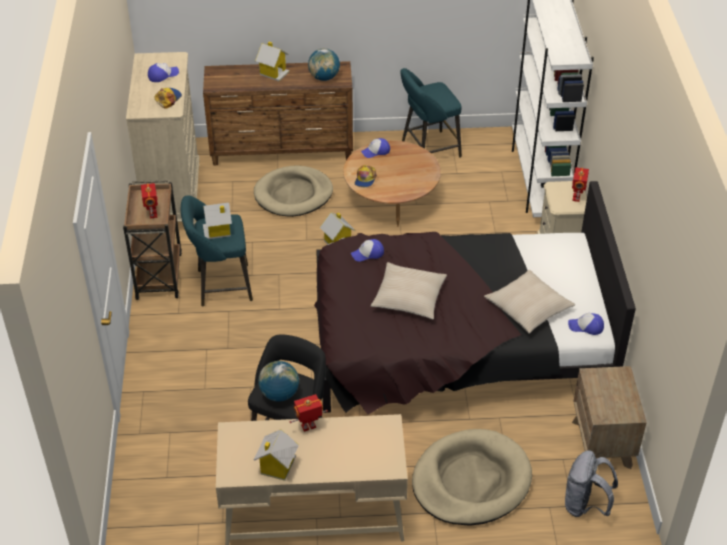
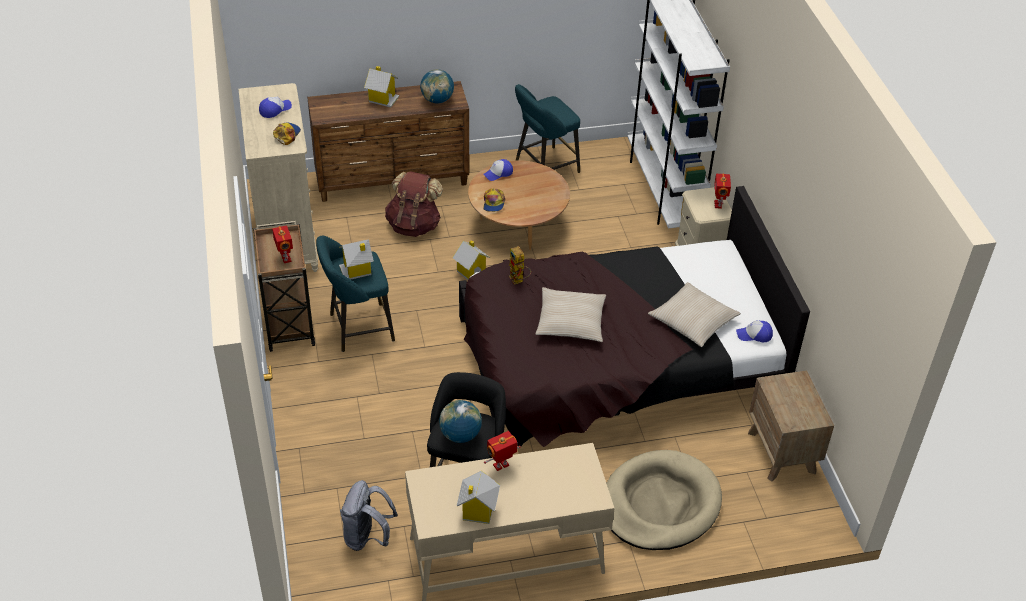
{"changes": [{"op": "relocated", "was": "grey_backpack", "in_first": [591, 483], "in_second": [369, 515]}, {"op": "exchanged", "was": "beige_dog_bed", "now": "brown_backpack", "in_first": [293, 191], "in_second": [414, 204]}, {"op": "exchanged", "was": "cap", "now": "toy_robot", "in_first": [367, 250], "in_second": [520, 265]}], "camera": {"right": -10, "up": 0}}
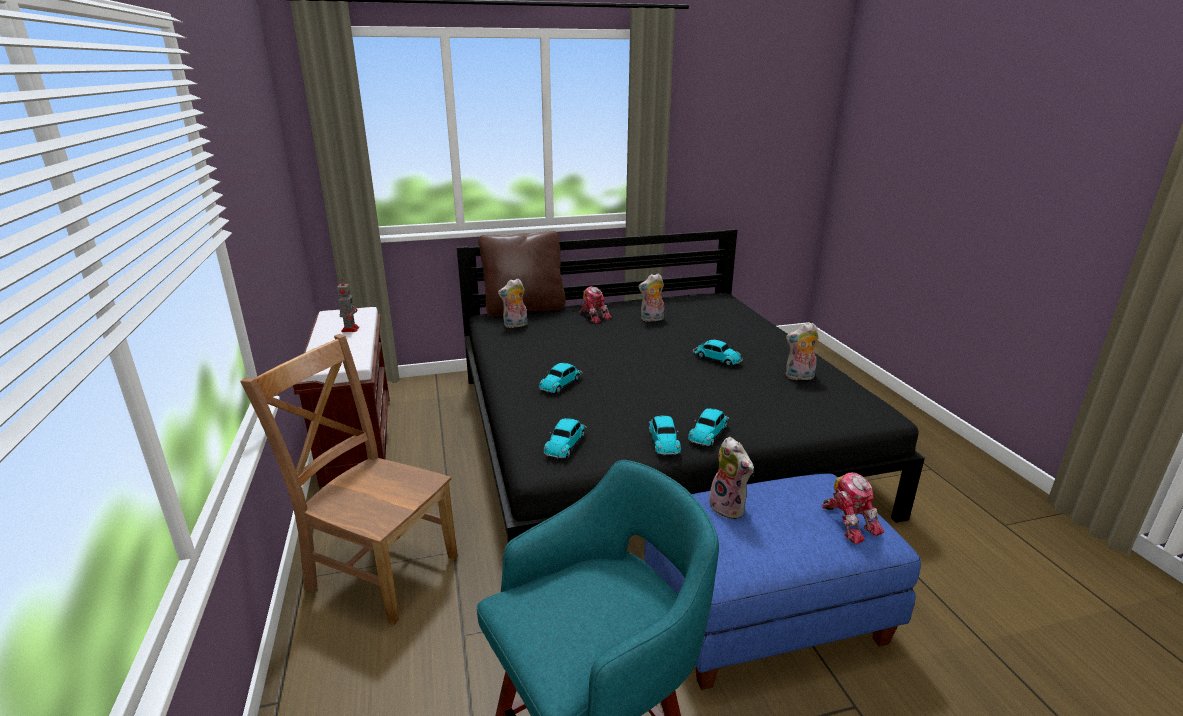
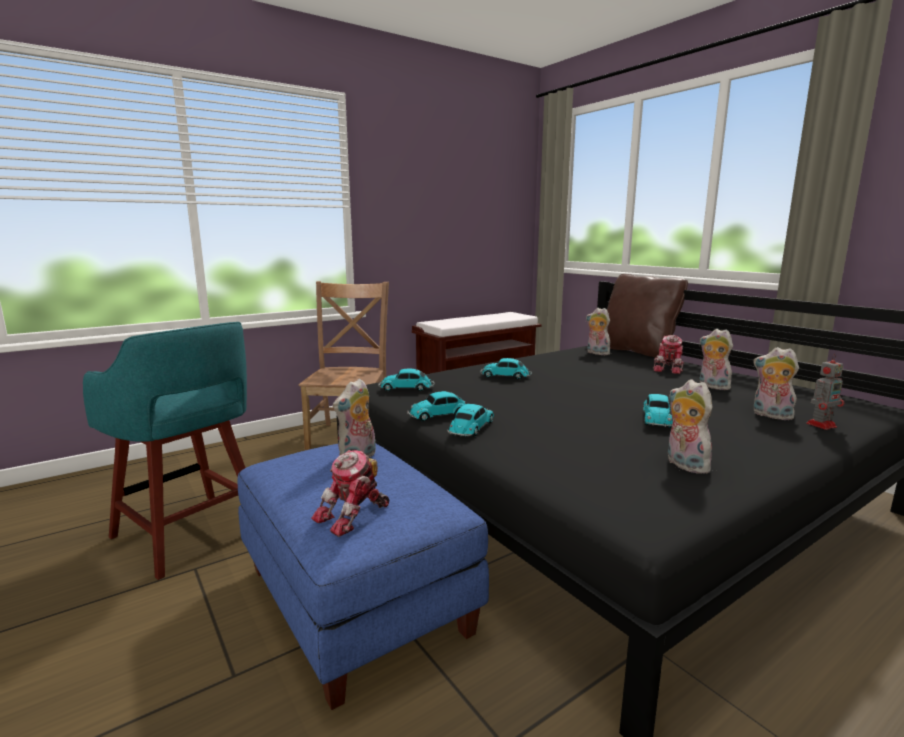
{"changes": [{"op": "appeared", "now": "plush_toy", "in_second": [776, 383]}, {"op": "relocated", "was": "toy_robot", "in_first": [348, 305], "in_second": [825, 392]}, {"op": "spun", "was": "toy_car", "in_first": [708, 427], "in_second": [470, 420], "clockwise": 105}], "camera": {"right": 70, "up": -10}}
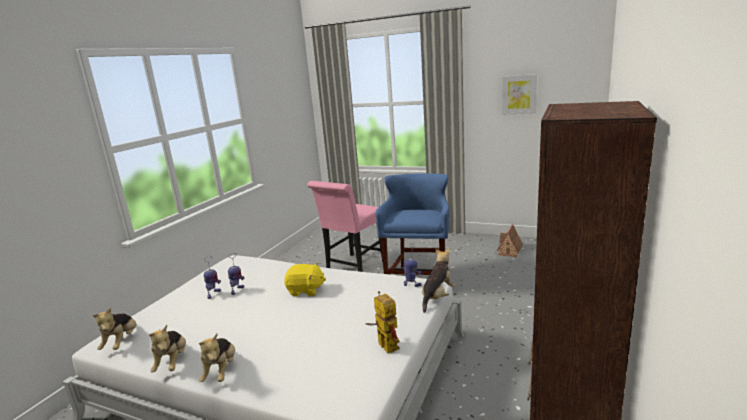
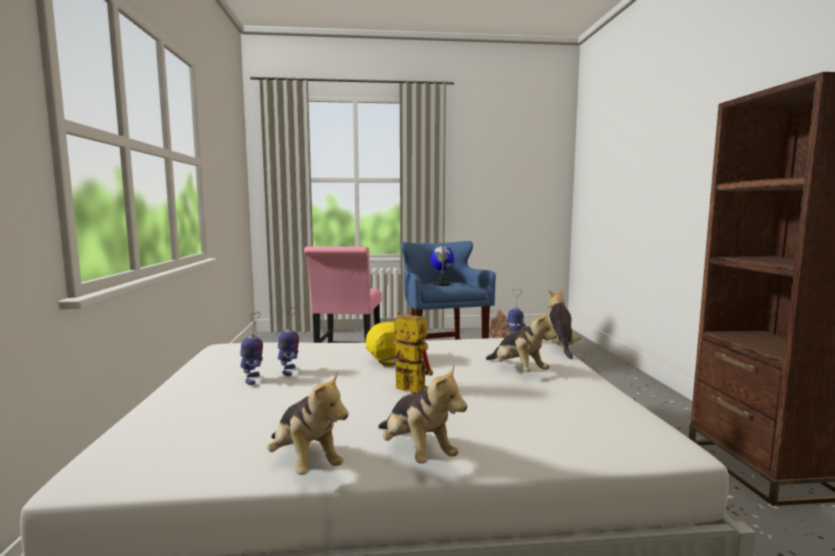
{"changes": [{"op": "missing", "was": "picture", "in_first": [519, 94]}, {"op": "appeared", "now": "globe", "in_second": [442, 265]}, {"op": "relocated", "was": "plush_toy", "in_first": [114, 328], "in_second": [521, 341]}, {"op": "relocated", "was": "toy_robot", "in_first": [382, 322], "in_second": [406, 352]}], "camera": {"right": -30, "up": -10}}
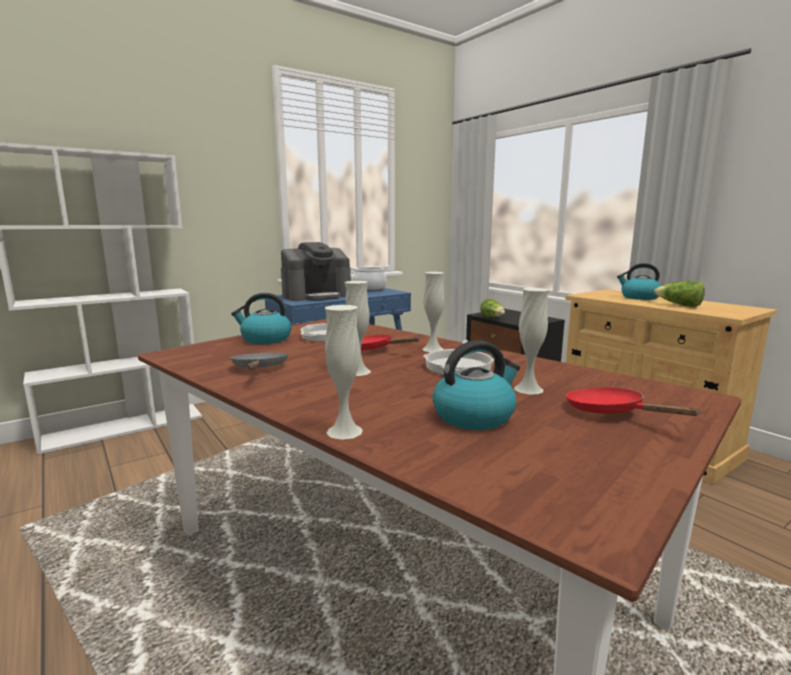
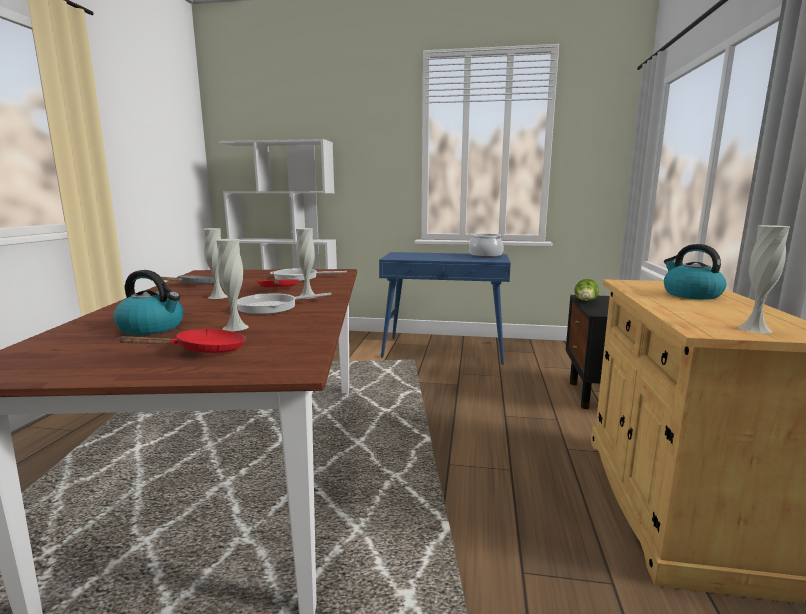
{"changes": [{"op": "missing", "was": "kettle", "in_first": [261, 318]}, {"op": "missing", "was": "coffee_machine", "in_first": [316, 271]}, {"op": "missing", "was": "lettuce", "in_first": [679, 294]}, {"op": "relocated", "was": "white_vase", "in_first": [344, 372], "in_second": [763, 279]}, {"op": "spun", "was": "red_frying_pan", "in_first": [633, 401], "in_second": [181, 341], "clockwise": 45}], "camera": {"right": 45, "up": 0}}
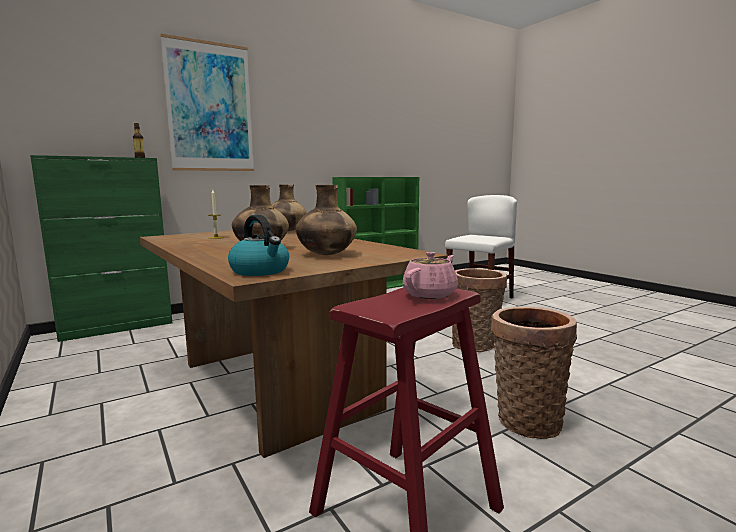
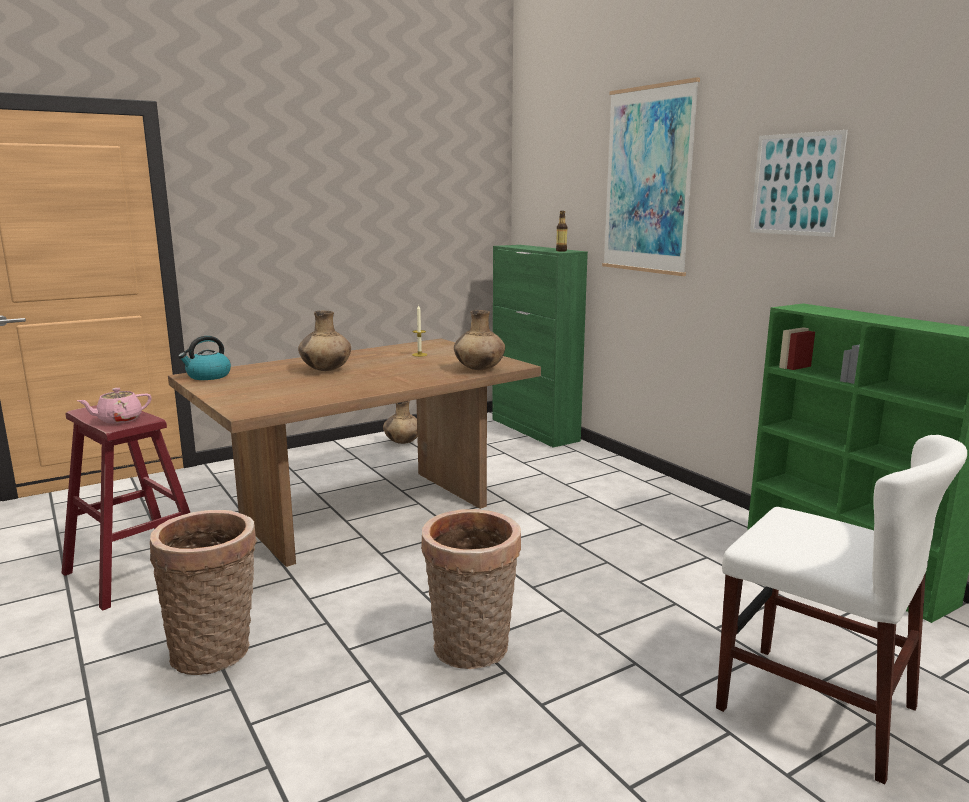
{"changes": [{"op": "appeared", "now": "picture", "in_second": [799, 183]}, {"op": "relocated", "was": "brown_vase", "in_first": [326, 220], "in_second": [400, 422]}, {"op": "spun", "was": "pink_teapot", "in_first": [430, 275], "in_second": [114, 406], "clockwise": 105}], "camera": {"right": 90, "up": 5}}
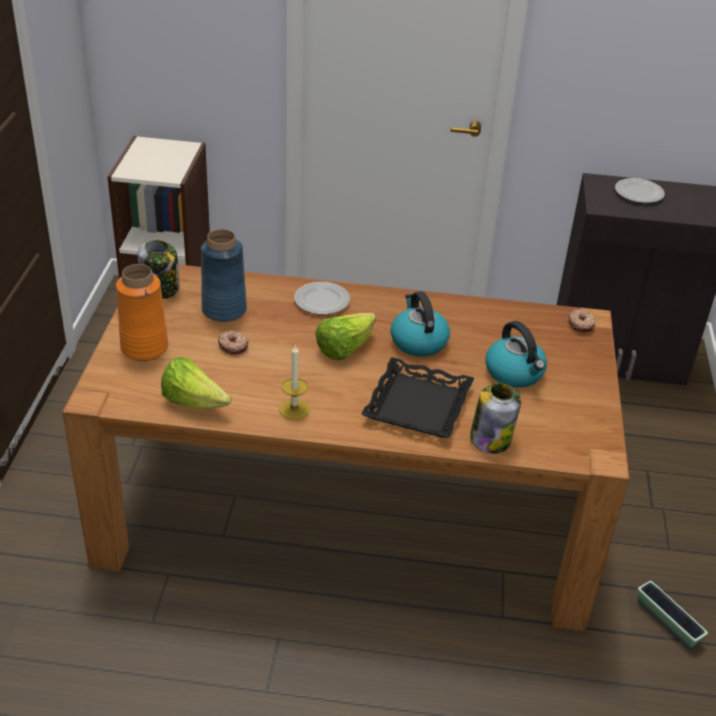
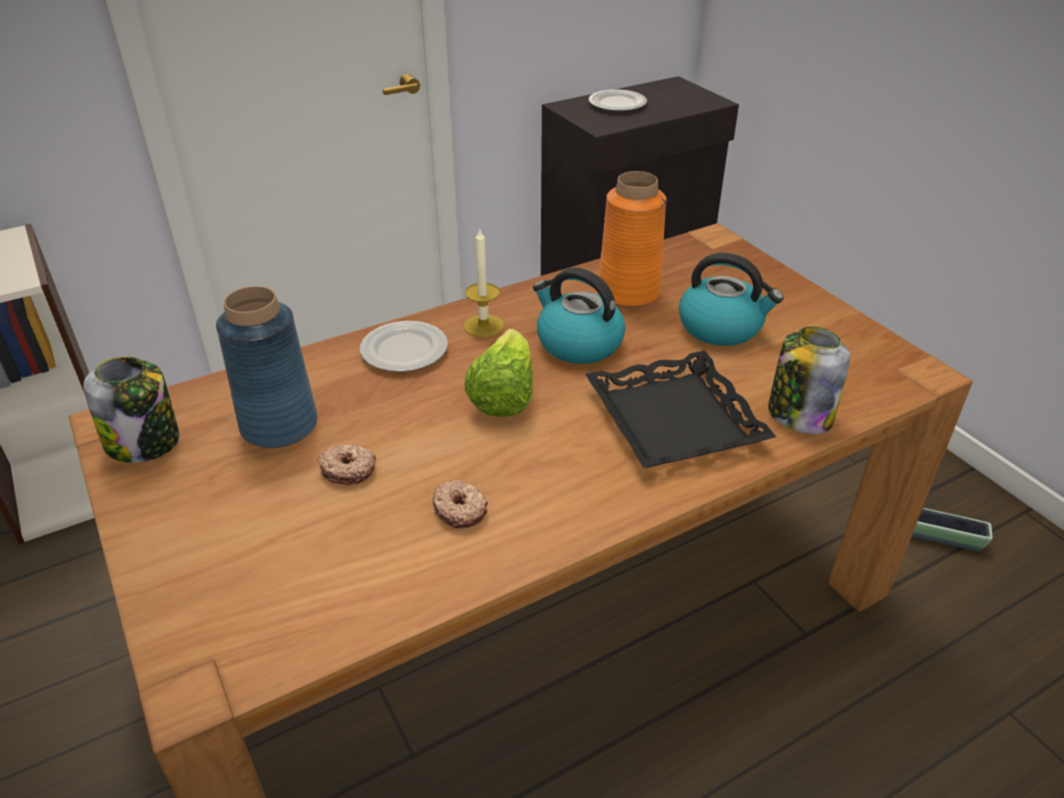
{"changes": [{"op": "missing", "was": "lettuce", "in_first": [196, 383]}, {"op": "relocated", "was": "orange_vase", "in_first": [142, 312], "in_second": [633, 239]}, {"op": "relocated", "was": "candle", "in_first": [294, 382], "in_second": [484, 283]}, {"op": "relocated", "was": "donut", "in_first": [582, 321], "in_second": [460, 504]}], "camera": {"right": -35, "up": 0}}
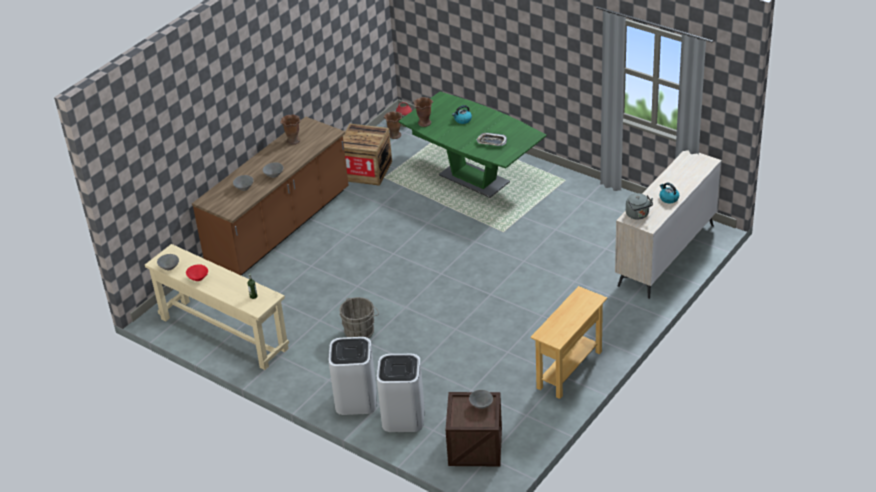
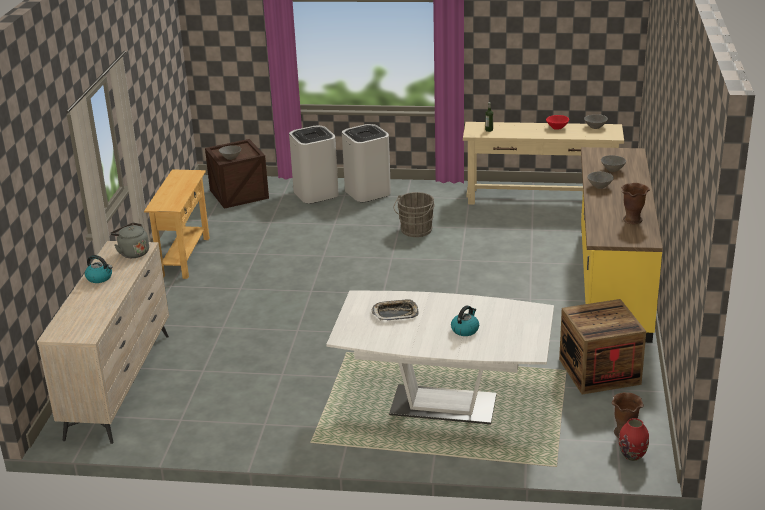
{"changes": [{"op": "missing", "was": "brown_vase", "in_first": [423, 112]}, {"op": "colour", "was": "brown_counter", "now": "yellow_counter", "in_first": [270, 196], "in_second": [622, 245]}, {"op": "colour", "was": "green_dining_table", "now": "white_dining_table", "in_first": [472, 144], "in_second": [440, 357]}], "camera": {"right": 150, "up": -10}}
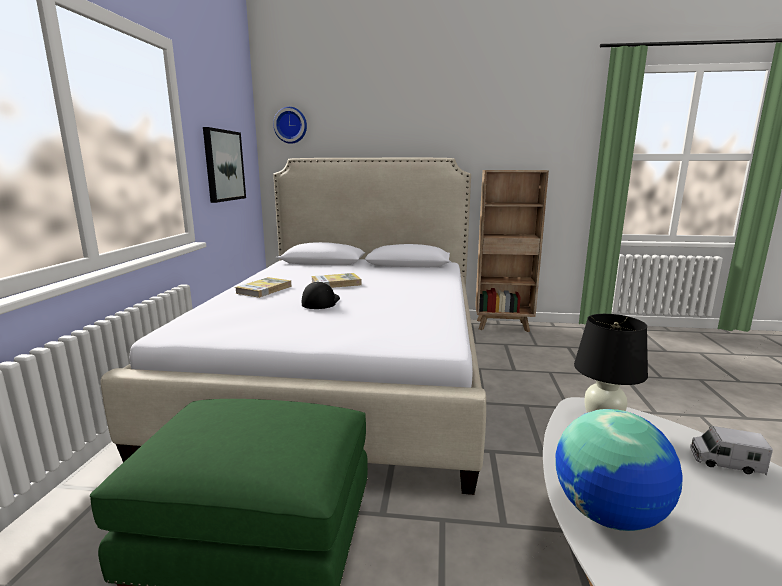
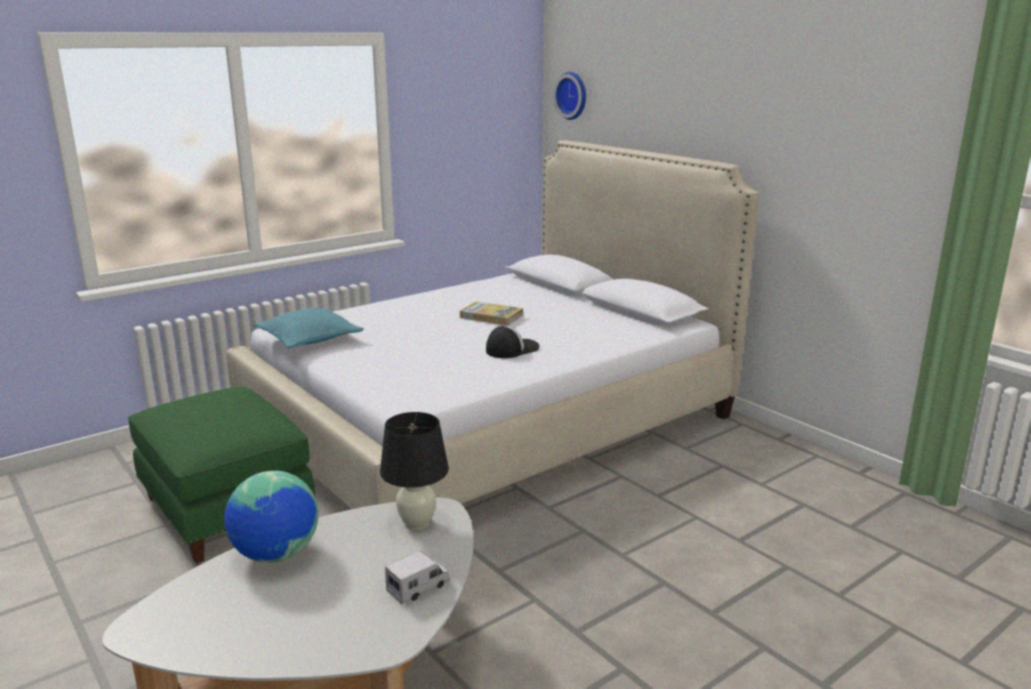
{"changes": [{"op": "missing", "was": "picture", "in_first": [224, 165]}, {"op": "missing", "was": "book", "in_first": [263, 287]}, {"op": "missing", "was": "brown_bookcase", "in_first": [512, 251]}, {"op": "appeared", "now": "turquoise_pillow", "in_second": [308, 328]}, {"op": "relocated", "was": "cap", "in_first": [321, 295], "in_second": [513, 342]}, {"op": "spun", "was": "toy_truck", "in_first": [731, 450], "in_second": [417, 578], "clockwise": 75}], "camera": {"right": 45, "up": 5}}
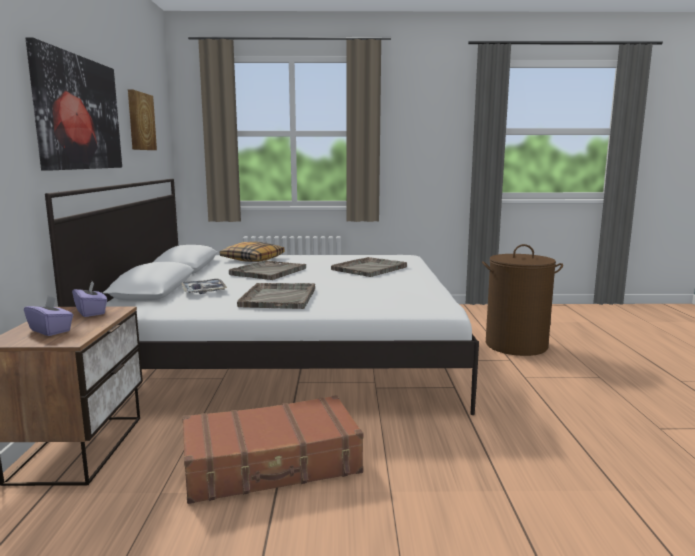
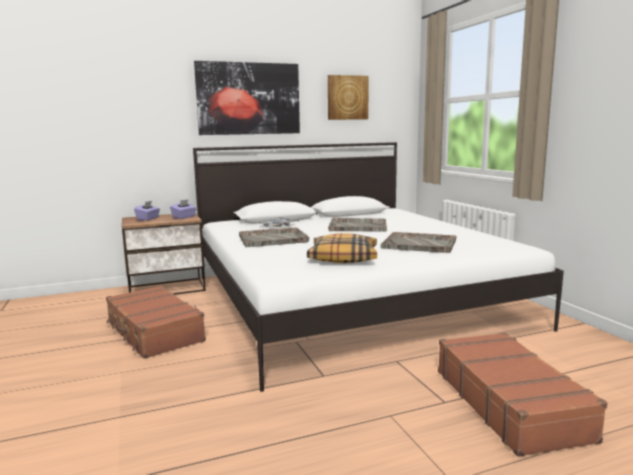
{"changes": [{"op": "relocated", "was": "pillow", "in_first": [252, 252], "in_second": [342, 248]}, {"op": "exchanged", "was": "brown_laundry_basket", "now": "brown_suitcase", "in_first": [522, 300], "in_second": [522, 394]}], "camera": {"right": 70, "up": 0}}
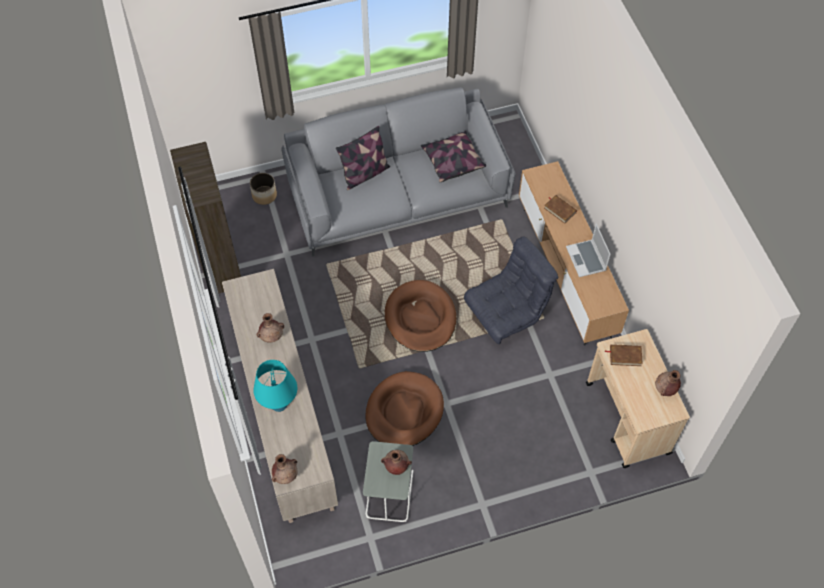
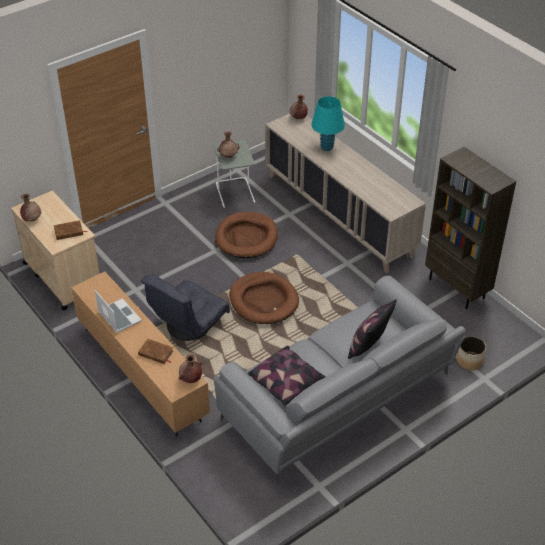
{"changes": [{"op": "relocated", "was": "brown_vase", "in_first": [270, 327], "in_second": [190, 368]}], "camera": {"right": 160, "up": -15}}
